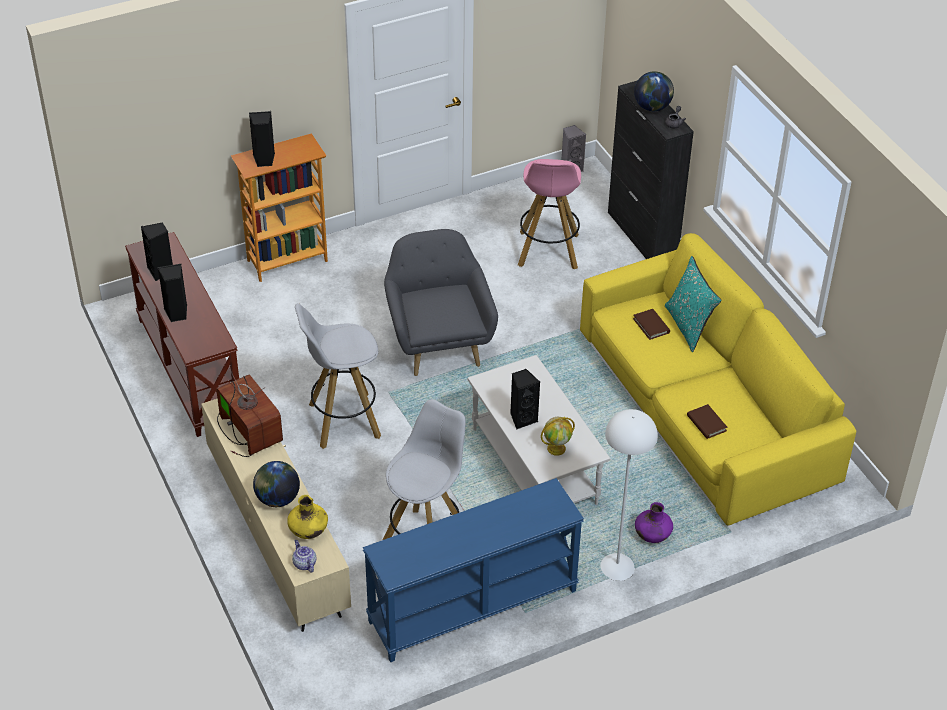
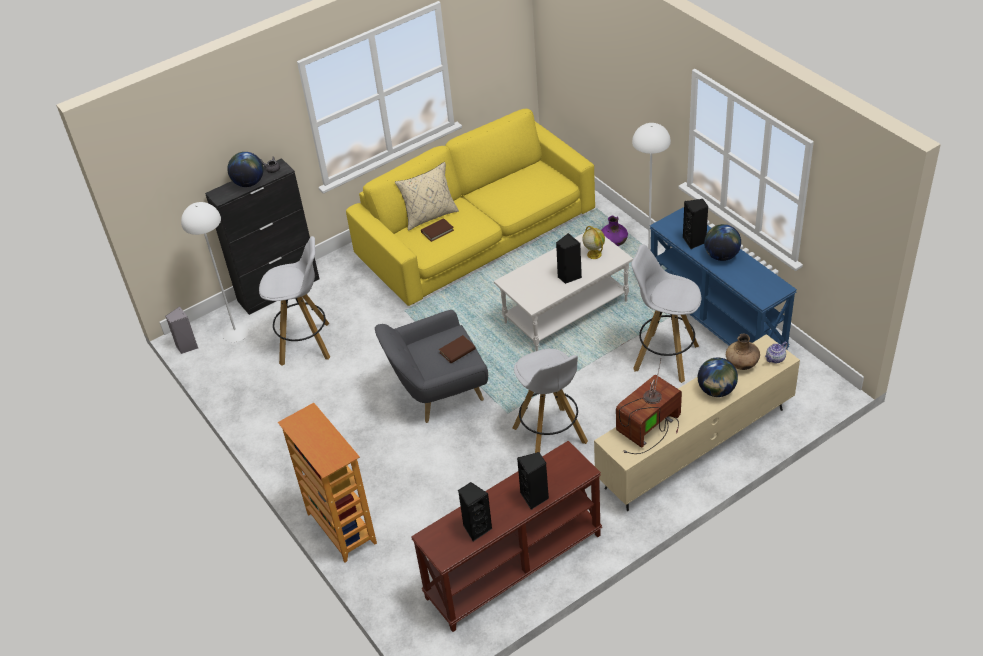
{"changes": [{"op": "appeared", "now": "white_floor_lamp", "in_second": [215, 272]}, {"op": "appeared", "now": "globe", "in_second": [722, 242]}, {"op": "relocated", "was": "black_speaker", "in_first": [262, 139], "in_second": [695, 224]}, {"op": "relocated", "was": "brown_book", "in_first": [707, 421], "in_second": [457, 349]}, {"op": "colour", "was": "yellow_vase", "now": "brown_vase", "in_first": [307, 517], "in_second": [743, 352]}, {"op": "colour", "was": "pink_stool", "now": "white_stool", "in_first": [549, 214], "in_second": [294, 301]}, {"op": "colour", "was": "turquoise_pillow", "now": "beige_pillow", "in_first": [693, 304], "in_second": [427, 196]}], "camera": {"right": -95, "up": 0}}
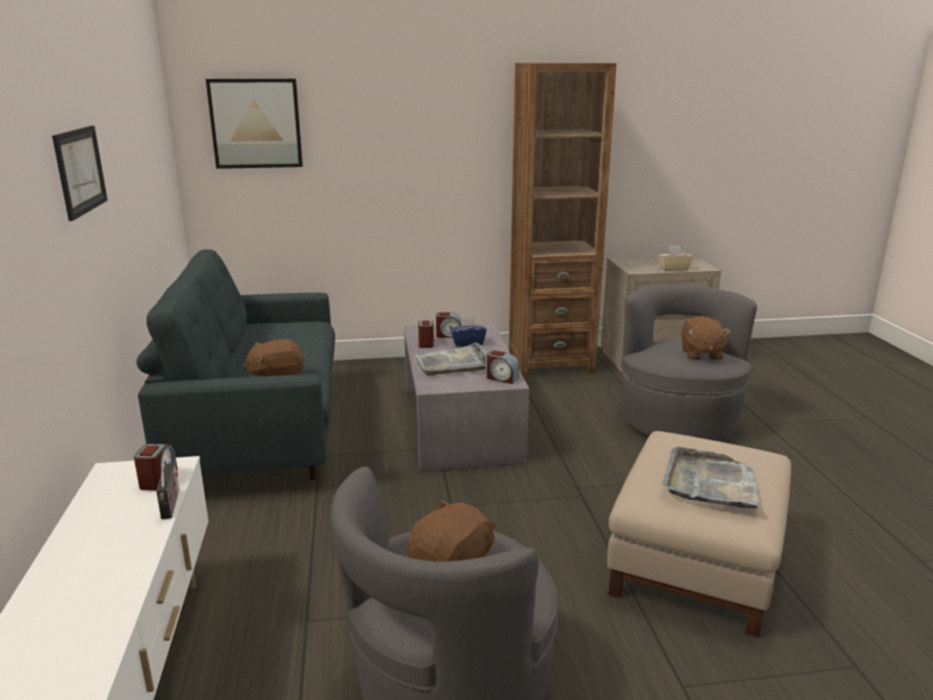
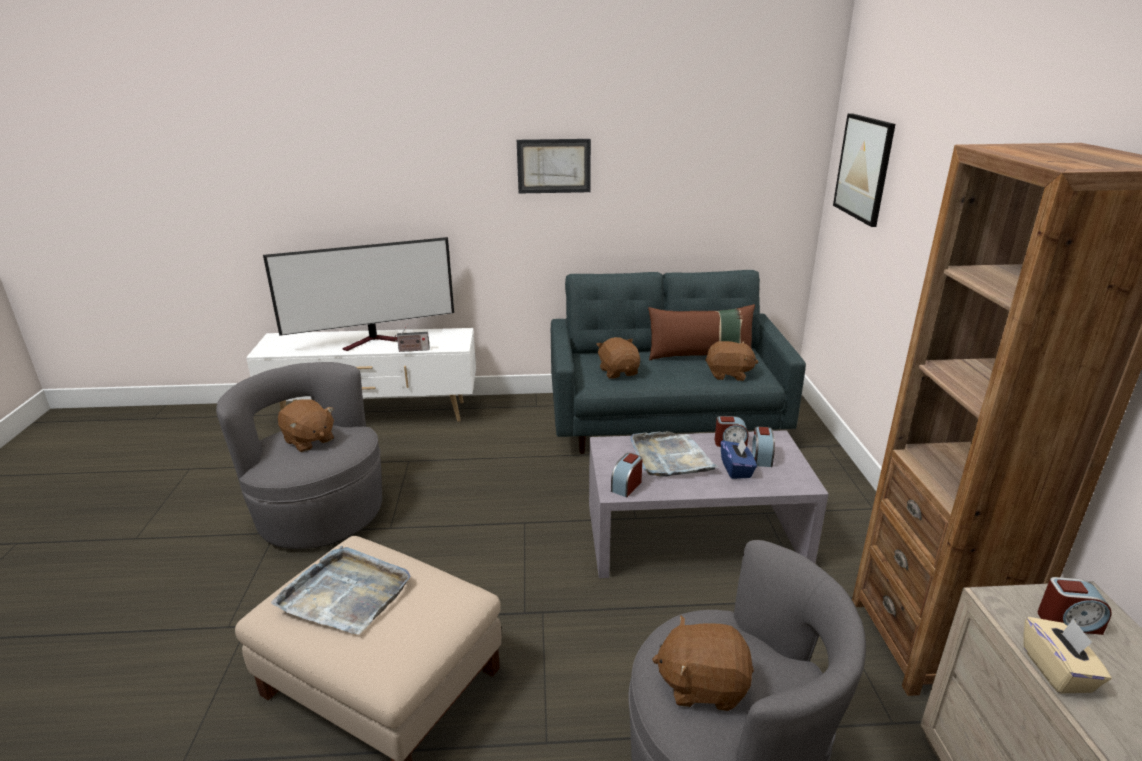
{"changes": [{"op": "appeared", "now": "television", "in_second": [358, 294]}, {"op": "appeared", "now": "brown_pillow", "in_second": [701, 332]}, {"op": "appeared", "now": "brown_plush_toy", "in_second": [731, 361]}, {"op": "relocated", "was": "alarm_clock", "in_first": [155, 467], "in_second": [1075, 606]}], "camera": {"right": 95, "up": 5}}
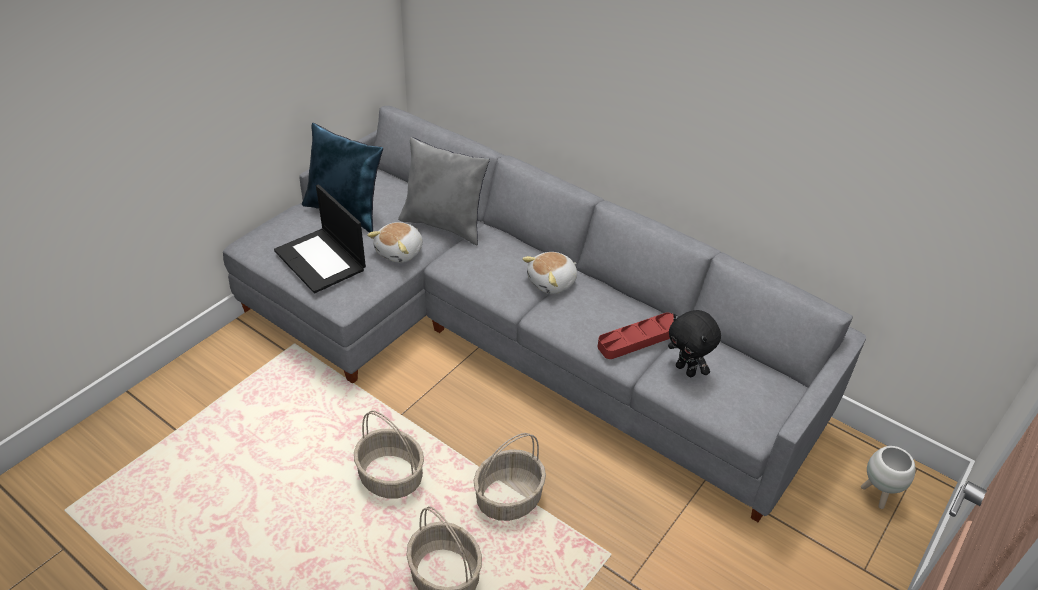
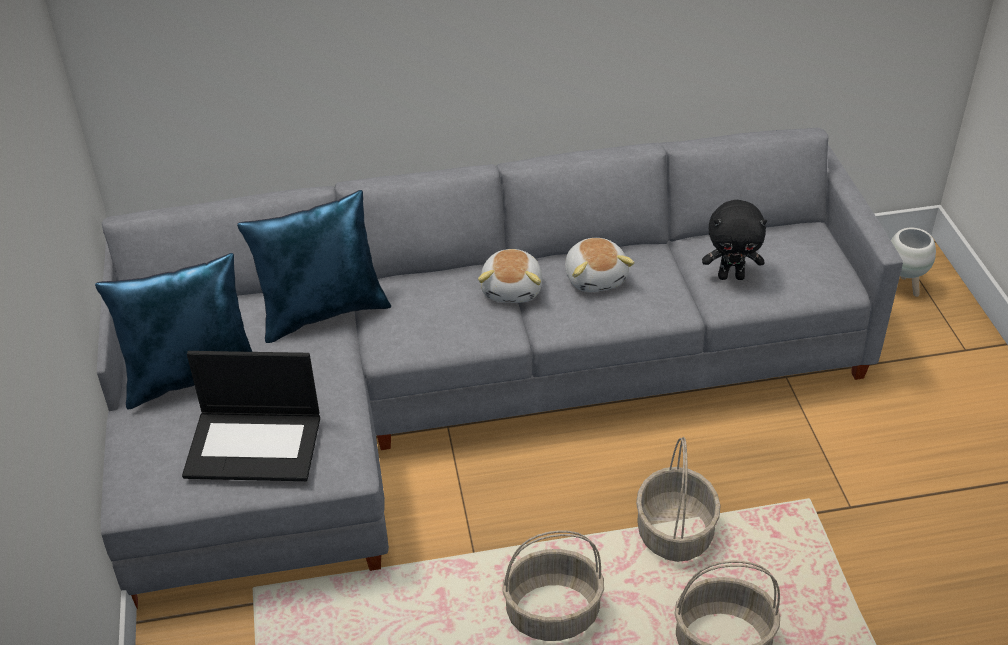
{"changes": [{"op": "missing", "was": "red_tray", "in_first": [636, 336]}, {"op": "relocated", "was": "plush_toy", "in_first": [395, 242], "in_second": [600, 265]}, {"op": "colour", "was": "grey_pillow", "now": "blue_pillow", "in_first": [444, 191], "in_second": [314, 266]}], "camera": {"right": -45, "up": 0}}
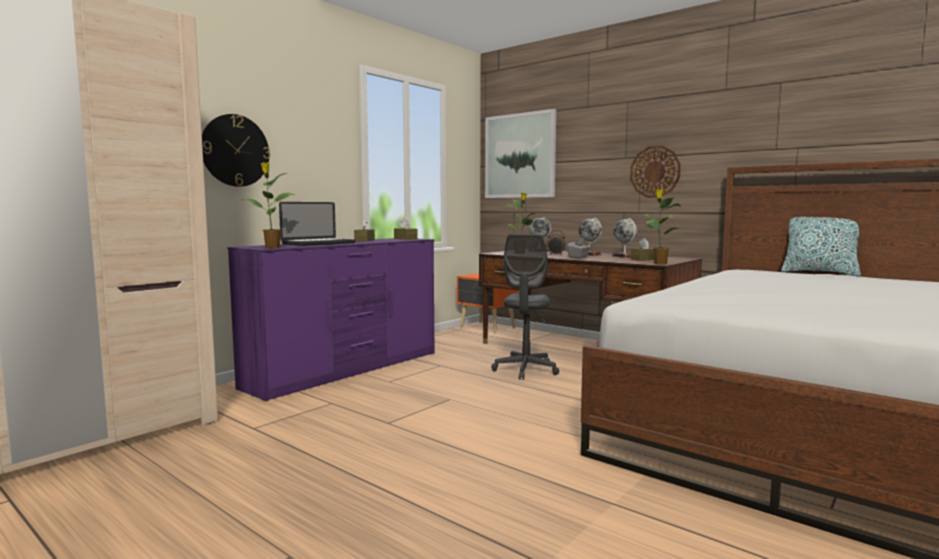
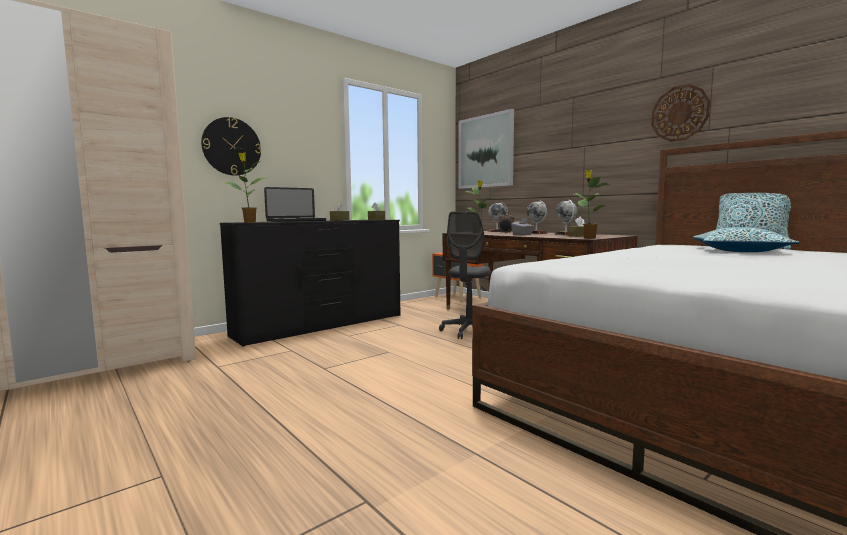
{"changes": [{"op": "appeared", "now": "pillow", "in_second": [746, 239]}, {"op": "relocated", "was": "wall_clock", "in_first": [655, 172], "in_second": [680, 113]}, {"op": "colour", "was": "purple_dresser", "now": "black_dresser", "in_first": [331, 319], "in_second": [310, 283]}], "camera": {"right": 10, "up": 0}}
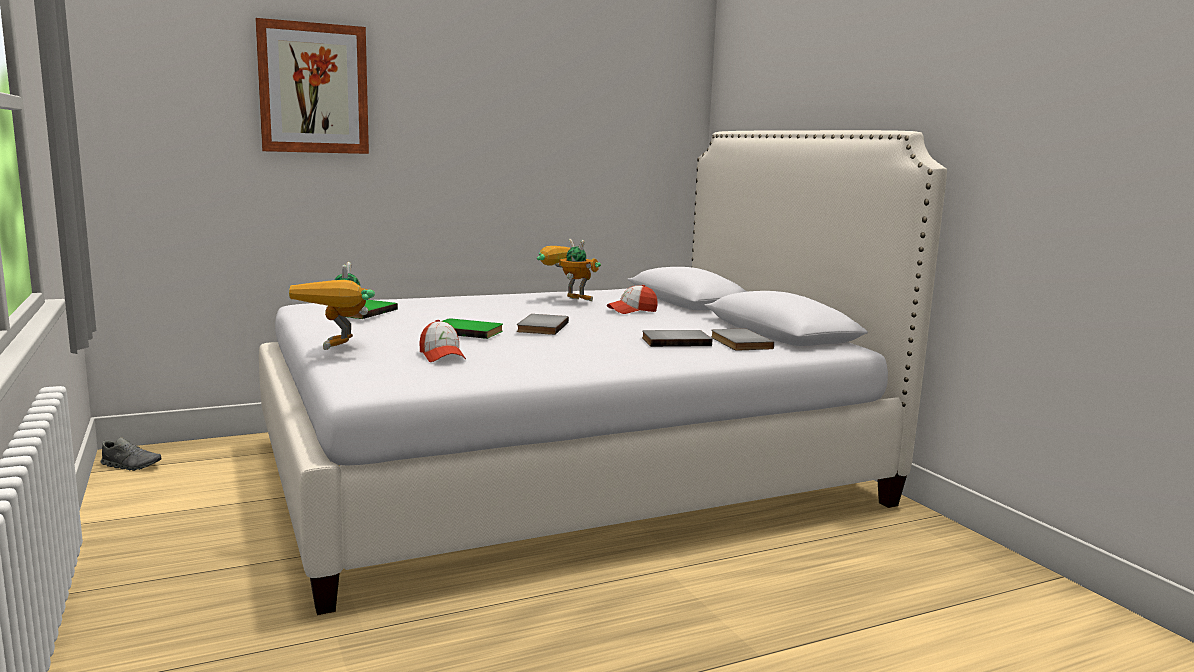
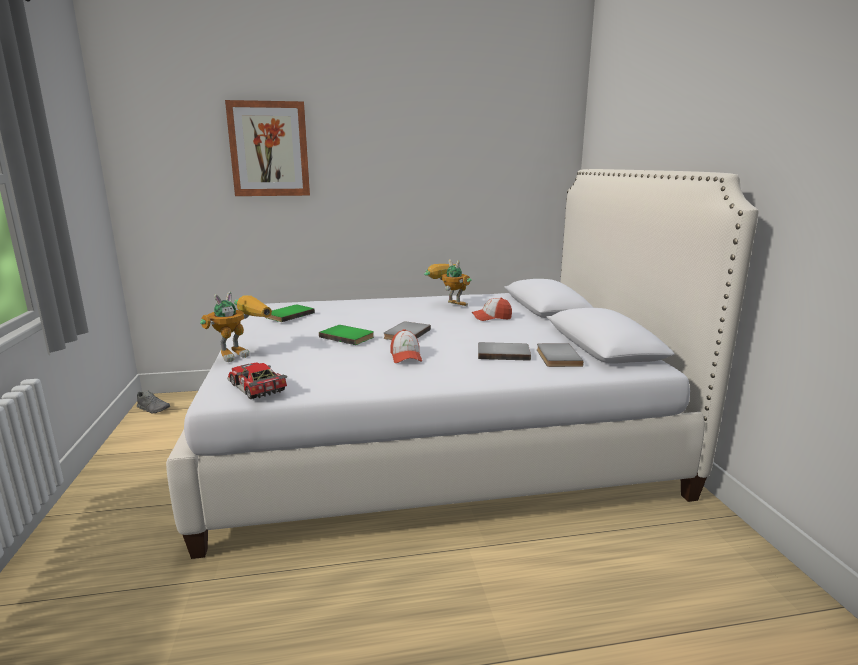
{"changes": [{"op": "appeared", "now": "toy_car", "in_second": [257, 381]}, {"op": "relocated", "was": "cap", "in_first": [443, 341], "in_second": [406, 346]}, {"op": "spun", "was": "toy_robot", "in_first": [332, 306], "in_second": [236, 327], "clockwise": -150}], "camera": {"right": 15, "up": 5}}
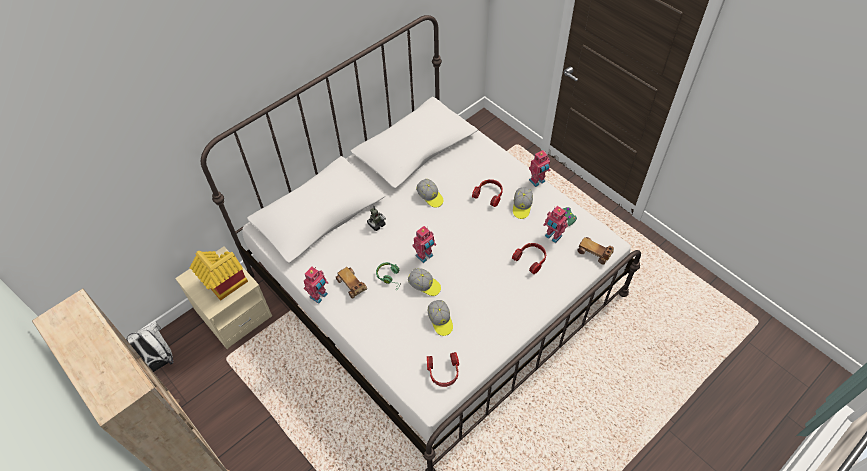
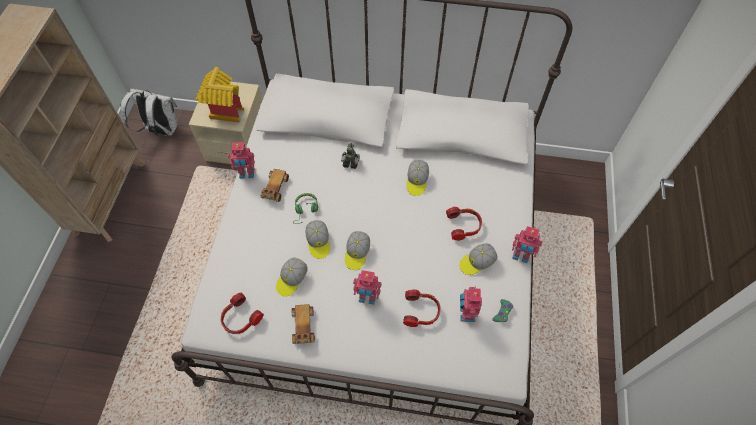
{"changes": [{"op": "appeared", "now": "cap", "in_second": [357, 250]}, {"op": "relocated", "was": "toy_robot", "in_first": [424, 244], "in_second": [367, 287]}, {"op": "relocated", "was": "toy_car", "in_first": [595, 250], "in_second": [303, 324]}], "camera": {"right": 50, "up": 5}}
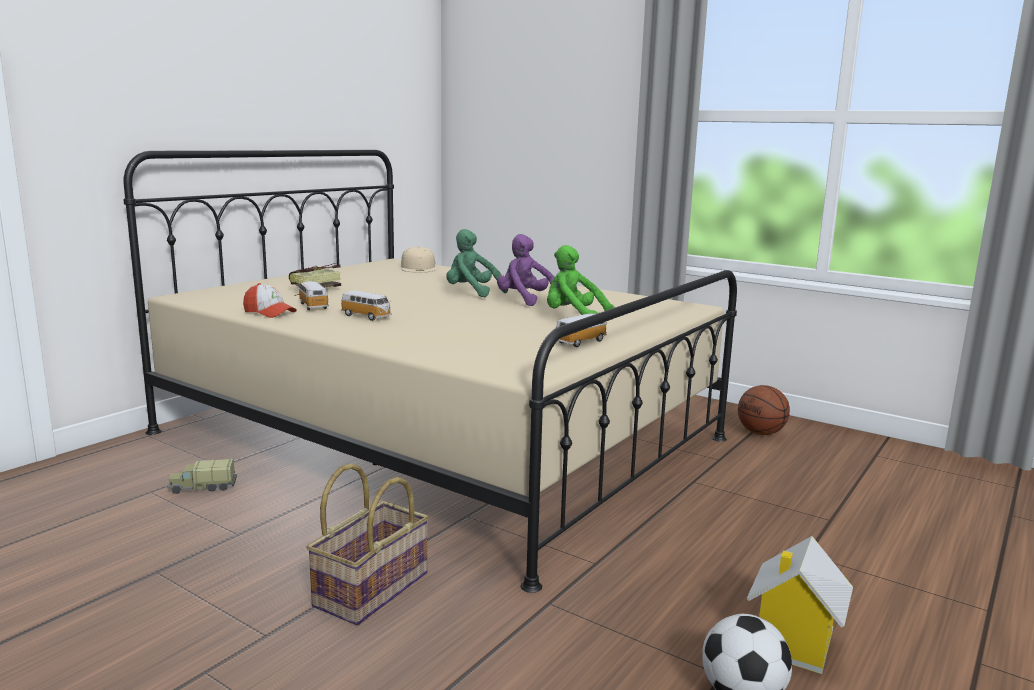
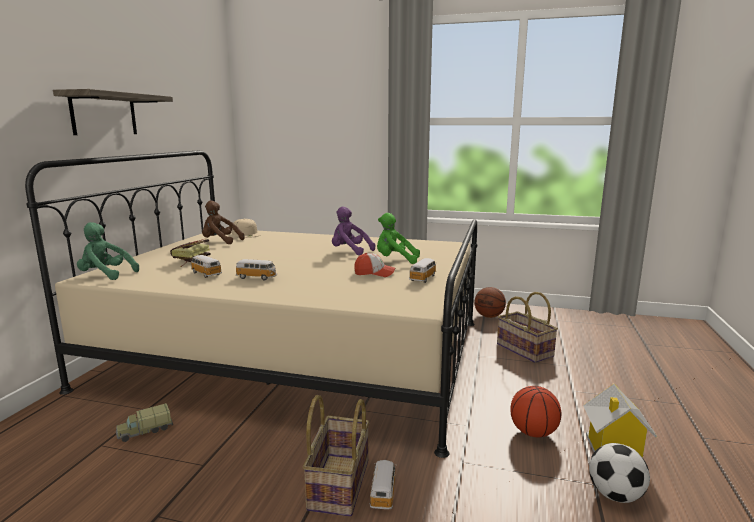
{"changes": [{"op": "appeared", "now": "shelf", "in_second": [113, 112]}, {"op": "appeared", "now": "brown_plush_toy", "in_second": [223, 222]}, {"op": "appeared", "now": "toy_car", "in_second": [382, 484]}, {"op": "appeared", "now": "basket", "in_second": [527, 327]}, {"op": "appeared", "now": "basketball", "in_second": [535, 411]}, {"op": "relocated", "was": "cap", "in_first": [270, 300], "in_second": [374, 265]}, {"op": "relocated", "was": "green_plush_toy", "in_first": [477, 263], "in_second": [108, 251]}], "camera": {"right": -20, "up": 0}}
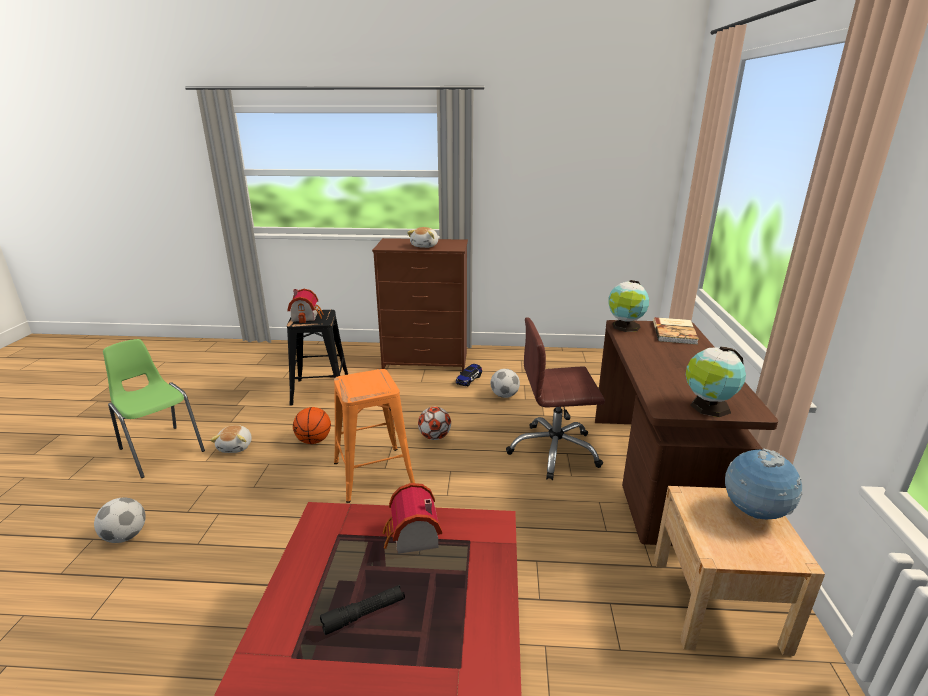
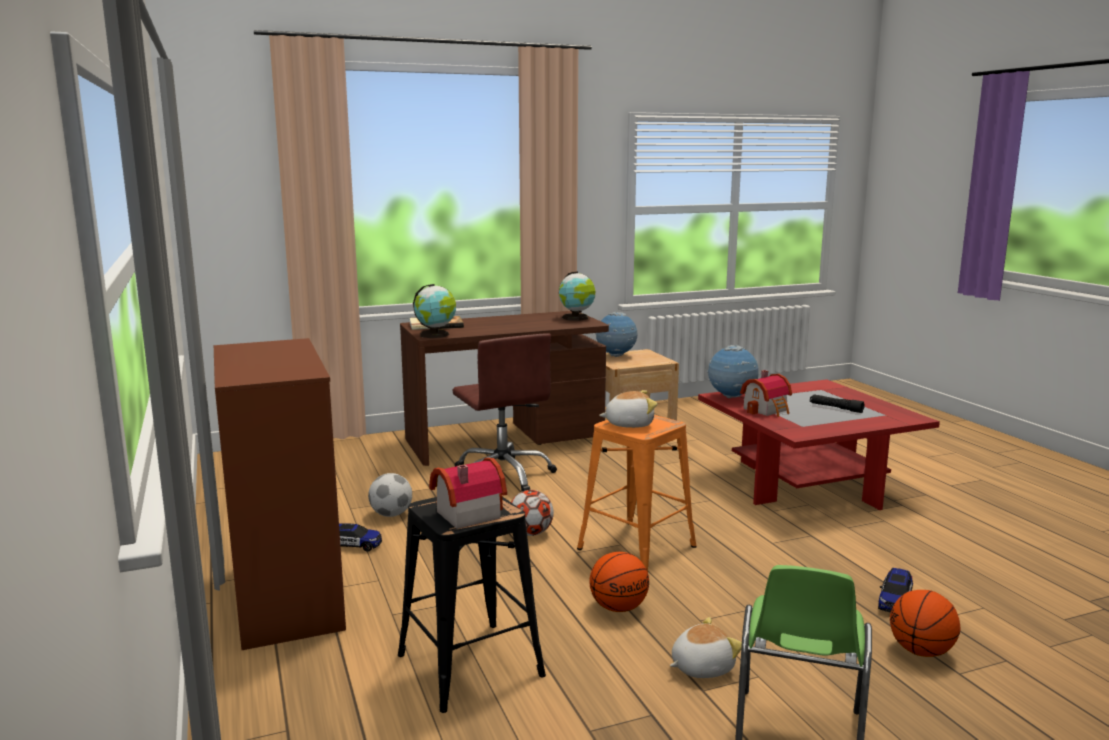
{"changes": [{"op": "appeared", "now": "globe", "in_second": [733, 371]}, {"op": "appeared", "now": "toy_car", "in_second": [895, 590]}, {"op": "relocated", "was": "plush_toy", "in_first": [422, 237], "in_second": [628, 409]}, {"op": "exchanged", "was": "football", "now": "basketball", "in_first": [120, 520], "in_second": [925, 623]}], "camera": {"right": -115, "up": -10}}
